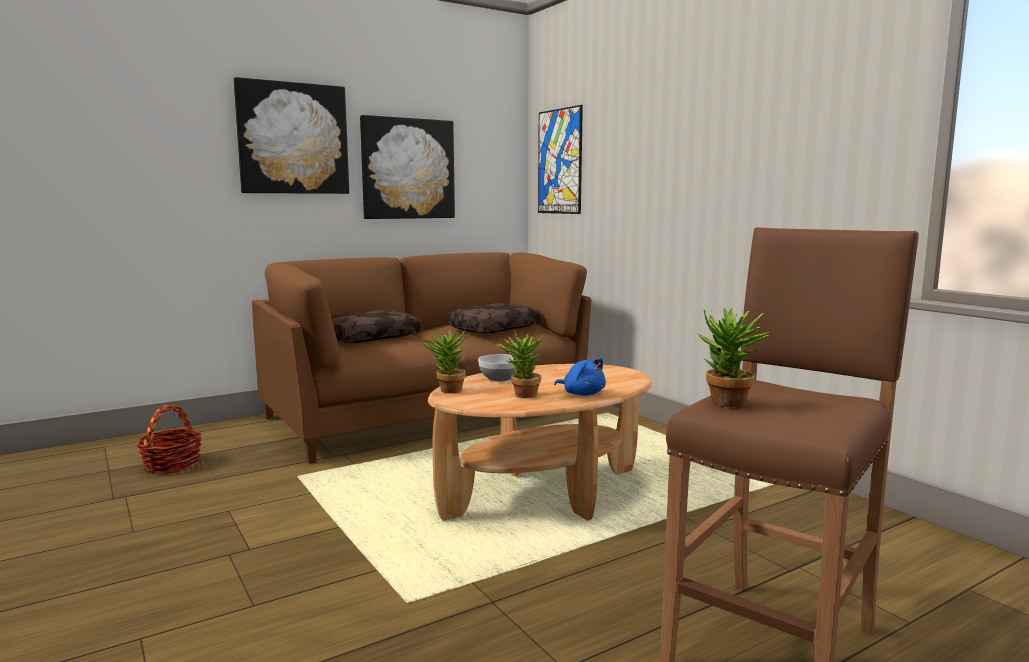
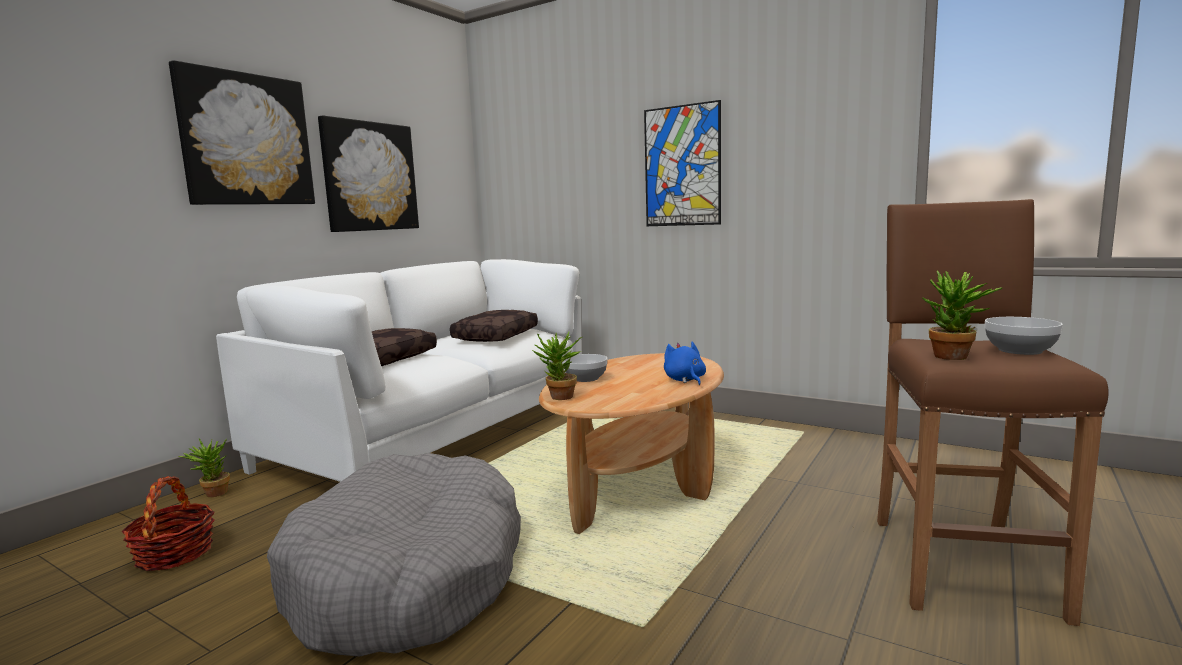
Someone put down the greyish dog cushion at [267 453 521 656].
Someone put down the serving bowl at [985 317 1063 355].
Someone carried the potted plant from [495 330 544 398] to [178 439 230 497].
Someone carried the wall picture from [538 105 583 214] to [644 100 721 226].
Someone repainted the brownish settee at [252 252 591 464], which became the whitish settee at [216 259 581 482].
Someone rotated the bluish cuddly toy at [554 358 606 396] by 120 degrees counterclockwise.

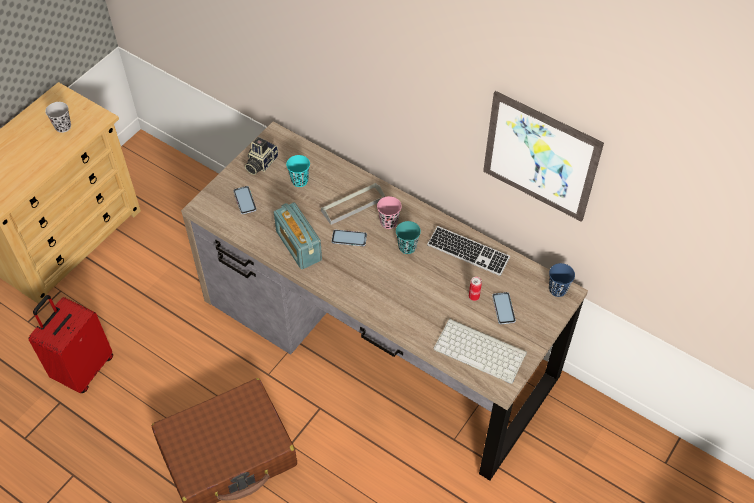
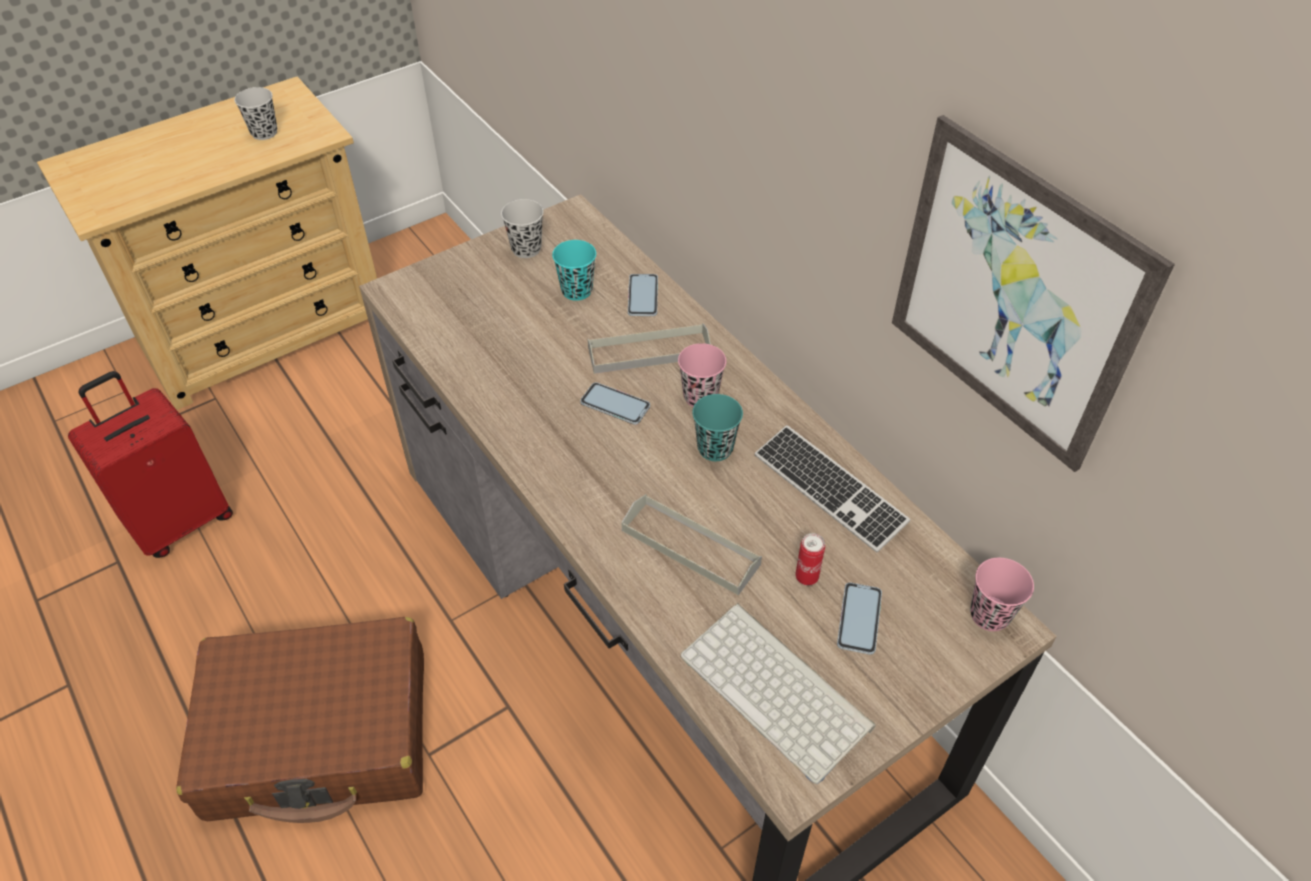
Someone took away the radio at [274 202 322 270].
Someone put down the greyish serving tray at [622 494 762 595].
Someone carried the phone from [233 186 257 214] to [628 274 658 316].
Someone swapped the still camera at [245 137 278 175] for the black drinking cup at [501 199 544 258].
Someone repainted the bluish drinking cup at [549 263 575 297], which became the pink drinking cup at [970 558 1034 631].

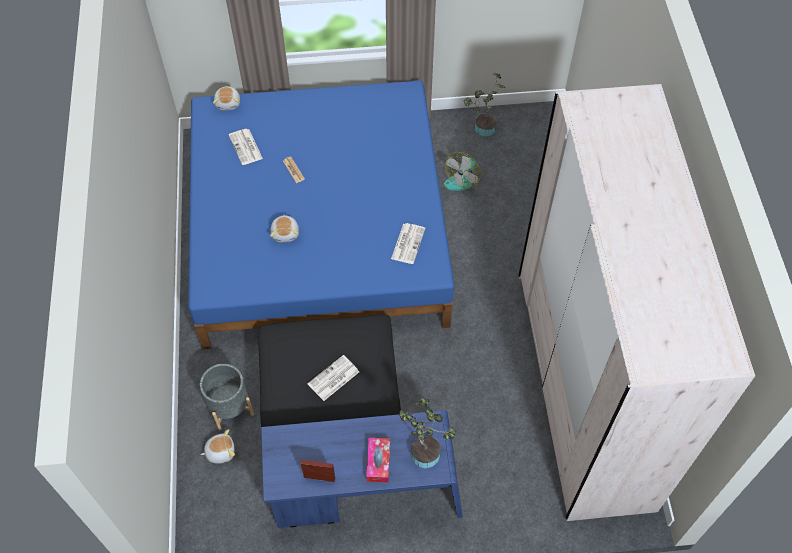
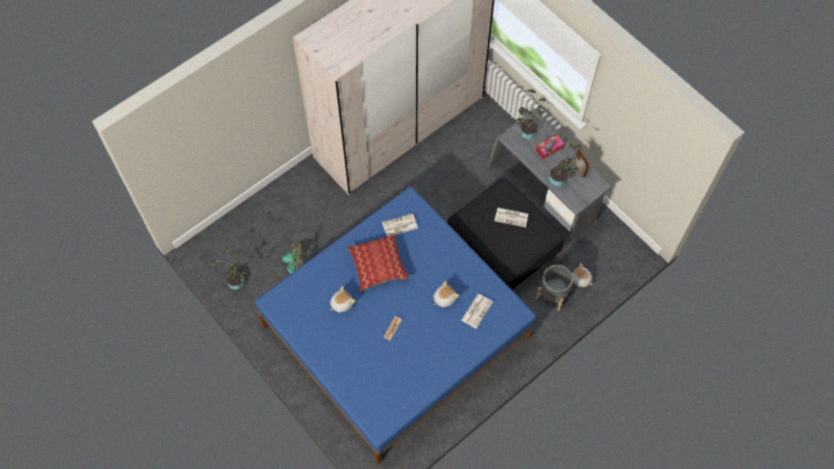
Someone put down the throw pillow at [348 234 410 292].
Someone put down the potted plant at [546 138 583 186].
Someone carried the cuddly toy from [213 86 240 110] to [330 286 355 313].
Someone carried the printed paper from [228 129 263 165] to [461 294 493 329].
Someone repainted the bluish desk unit at [261 410 463 528], which became the greyish desk unit at [487 113 612 242].

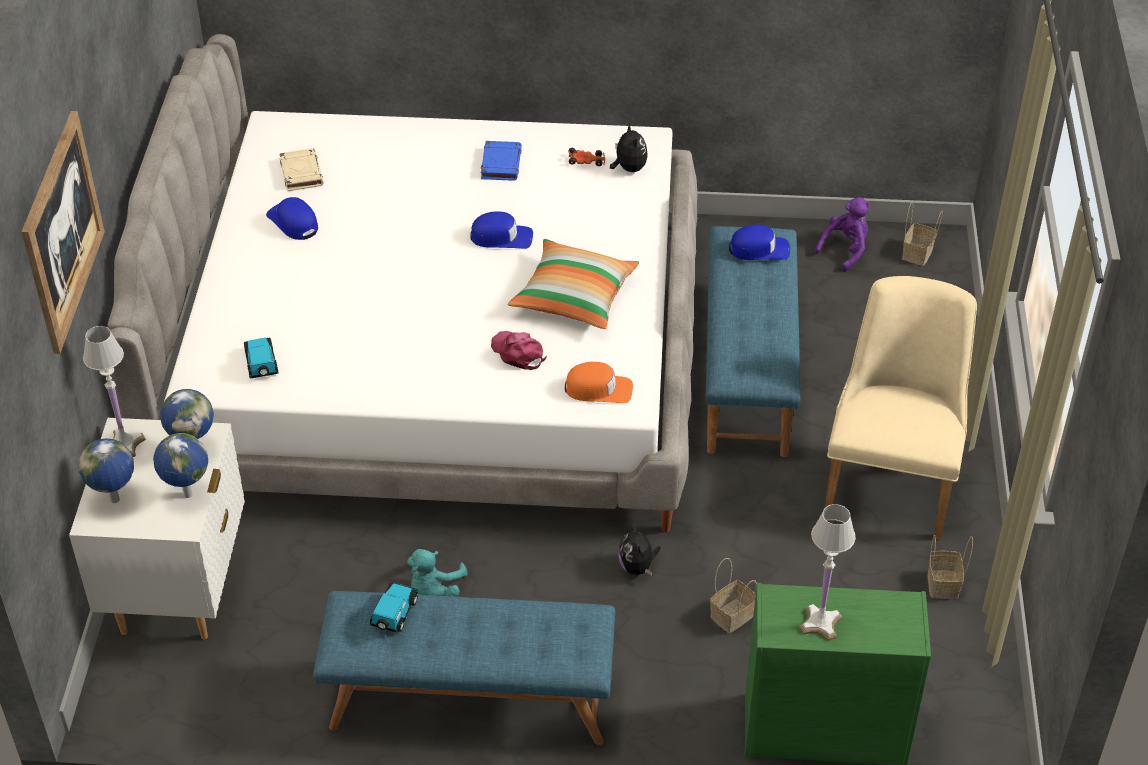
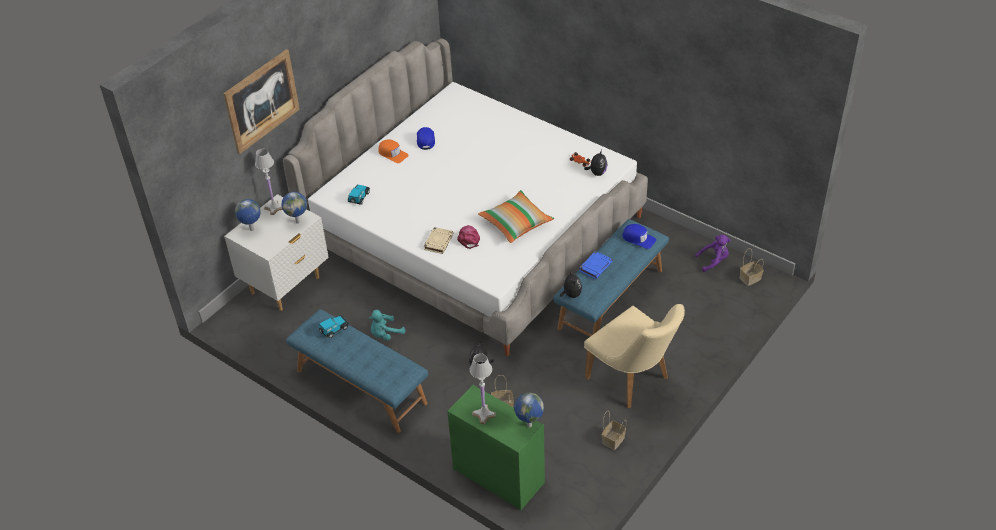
Someone took away the bluish cap at [470 212 533 249].
Someone put down the cuddly toy at [560 270 582 298].
Someone carried the world globe from [153 433 208 498] to [514 393 544 427].
Someone carried the sand-coloured volume from [279 148 323 191] to [424 227 454 254].
Someone carried the bluish volume from [481 141 522 181] to [579 251 613 279].
Someone carried the orange-coloured cap from [565 362 633 403] to [379 140 409 163].
Someone rotated the sand-coloured upright chair at [824 276 977 540] by 90 degrees clockwise.

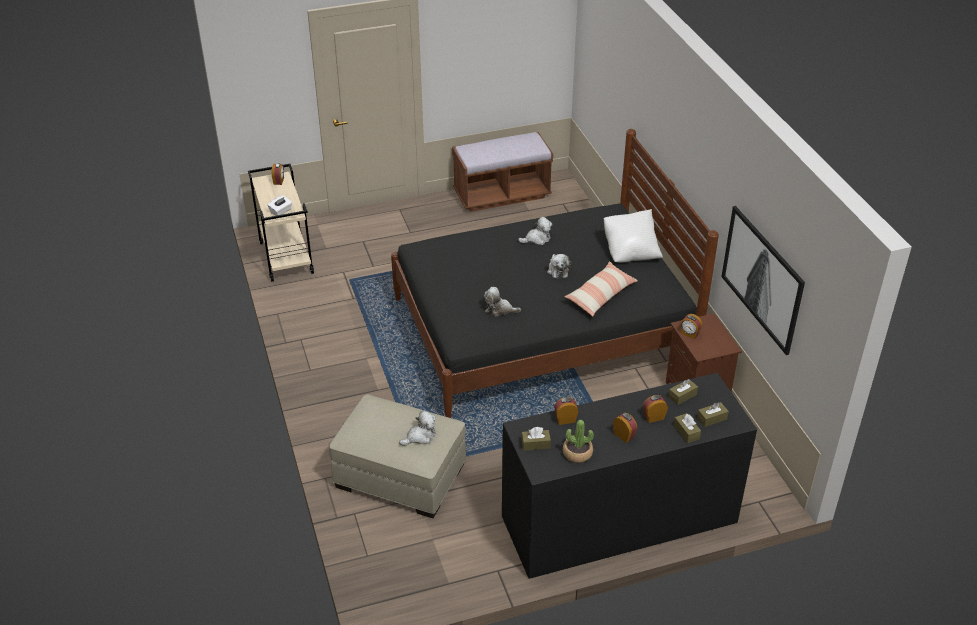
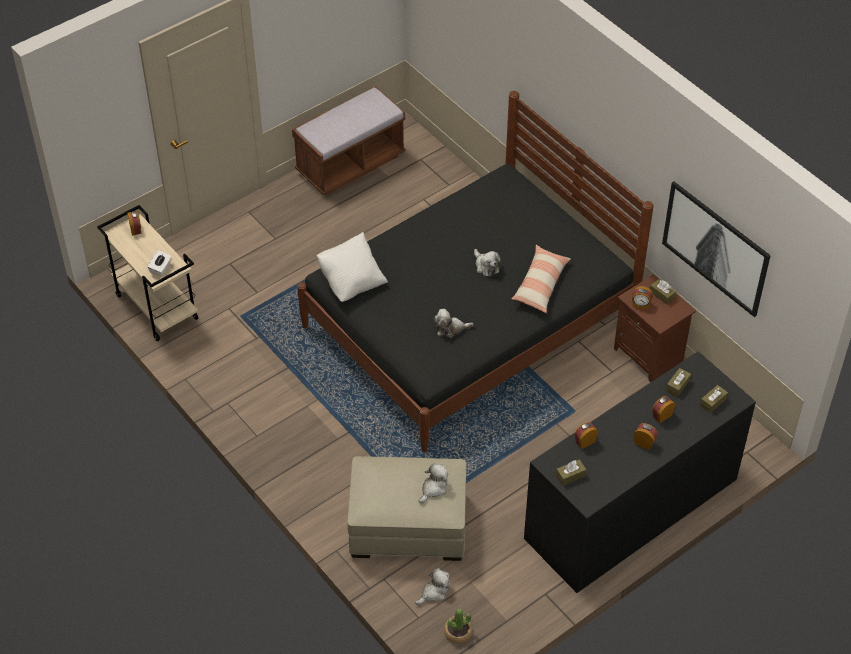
Someone carried the cuddly toy from [518 217 552 245] to [415 568 450 605].
Someone carried the potted plant from [563 420 594 463] to [444 609 472 644].
Someone carried the whitish throw pillow from [604 209 663 263] to [316 232 388 302].
Someone carried the brownish tissue holder from [674 413 701 443] to [650 279 676 305].

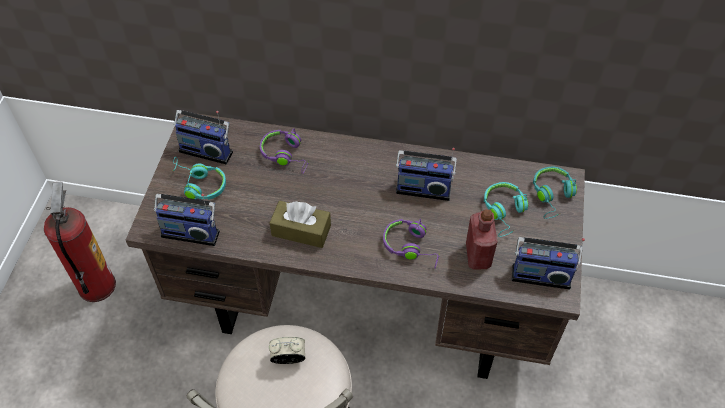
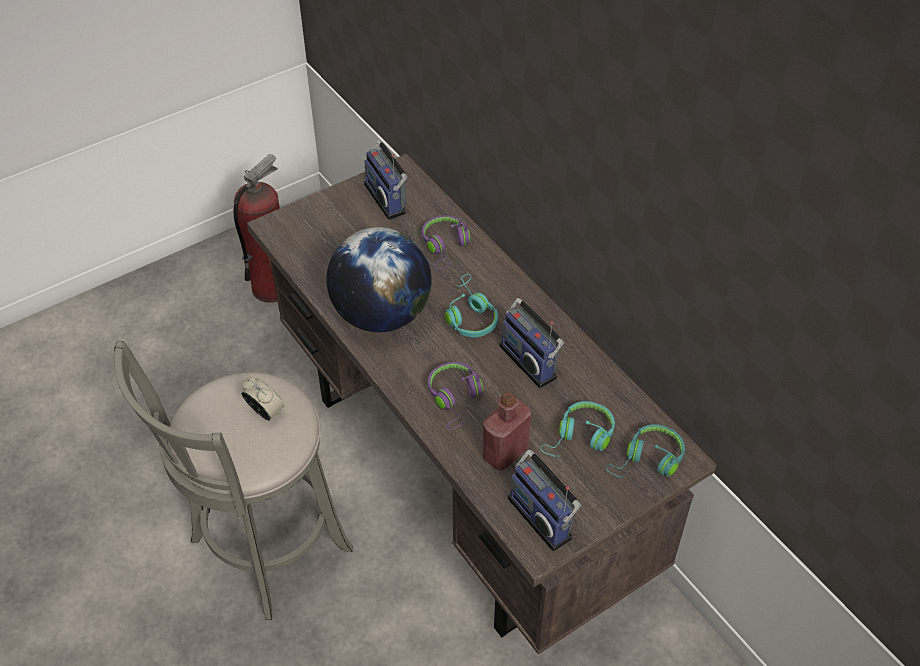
Someone took away the radio at [154 194 220 246].
Someone carried the turquoise-coloured pair of headphones from [172 157 226 200] to [445 274 498 337].
Someone swapped the brownish tissue holder at [270 201 331 248] for the world globe at [327 227 432 332].

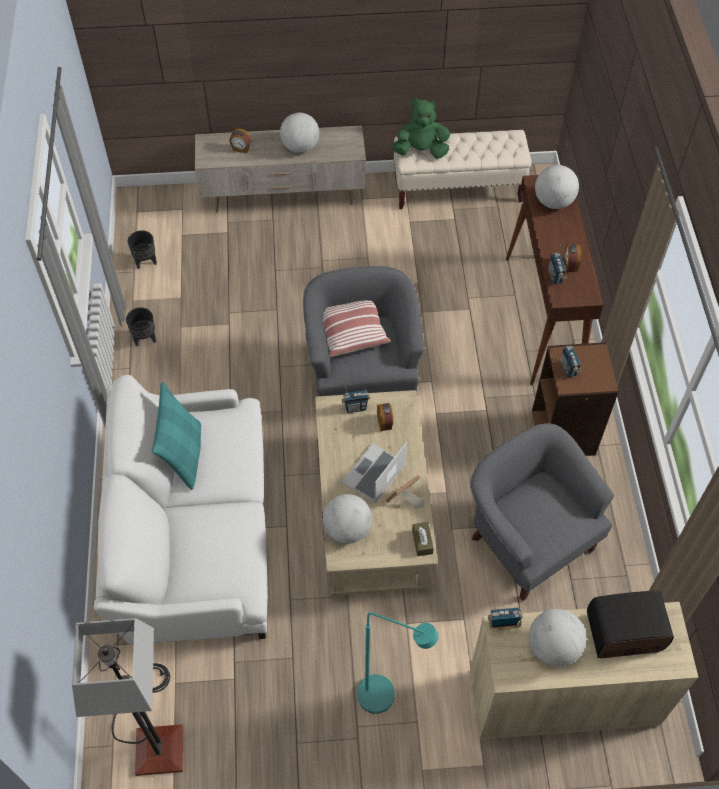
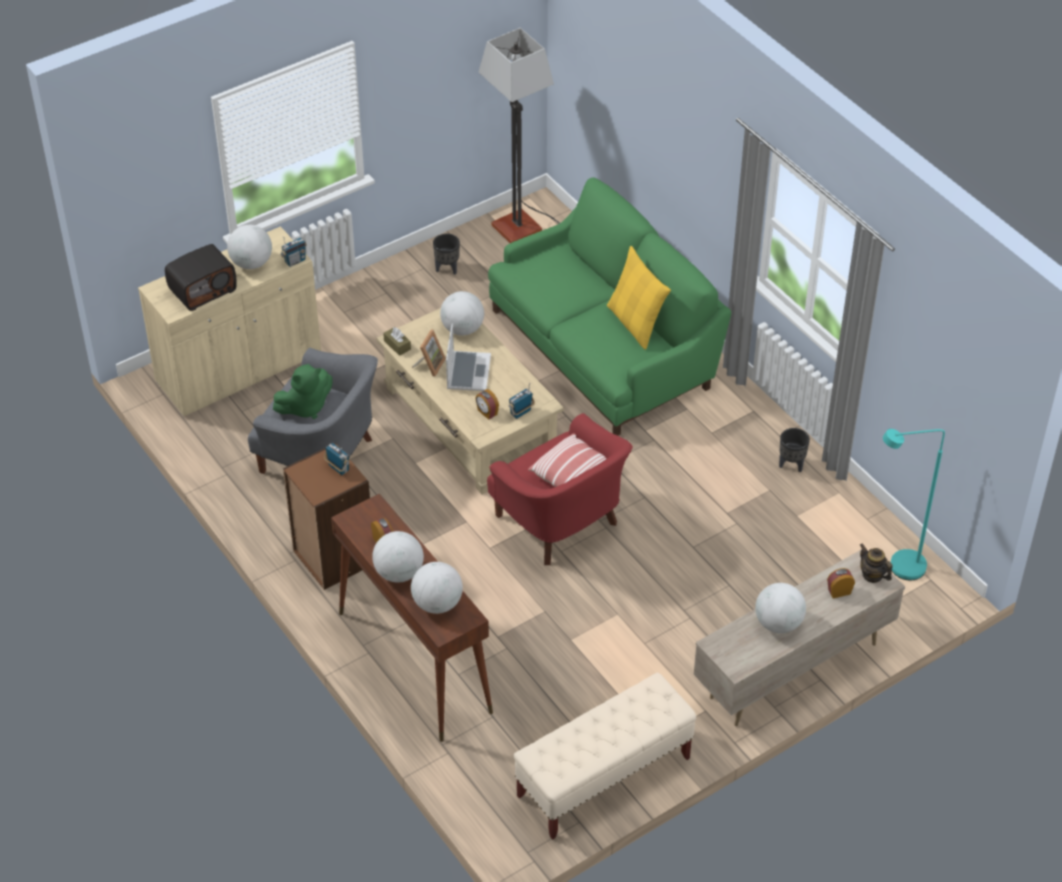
Someone took away the radio at [548 245 567 284].
Someone put down the world globe at [372 531 424 583].
Someone put down the pot for tea at [860 543 893 583].
Someone carried the black flower pot from [128 230 157 269] to [433 234 460 275].
Someone carried the turquoise-coloured standing lamp from [357 612 438 714] to [883 429 945 580].
Someone carried the green cuddly toy from [392 98 450 159] to [273 364 333 419].
Someone repainted the whitish settee at [94 375 268 645], which became the green settee at [488 177 731 436].
Someone repainted the turquoise-coloured throw pillow at [152 382 201 490], which became the yellow-coloured throw pillow at [607 246 671 350].
Someone repainted the greyish armchair at [303 266 424 396], which became the red armchair at [487 413 633 565].

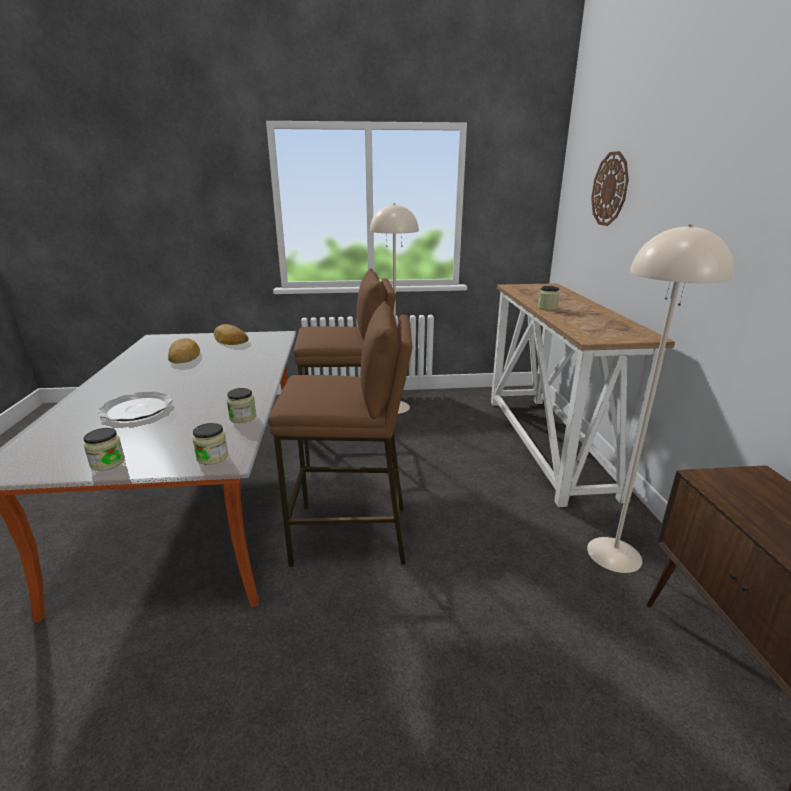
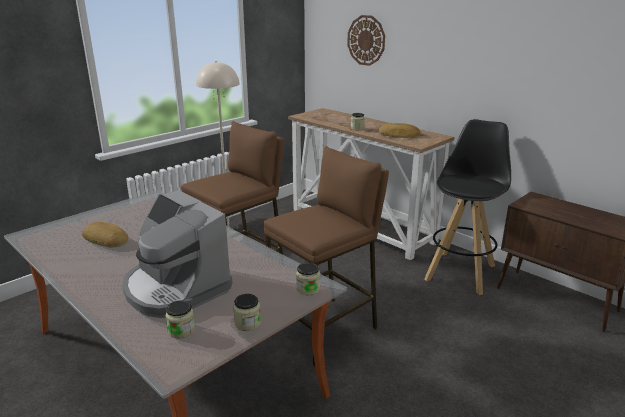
Someone carried the baked bread from [214 324 248 345] to [379 123 420 138].
Someone carried the preserve jar from [227 388 256 423] to [165 300 195 339].
Someone swapped the dinner plate at [97 392 172 421] for the coffee brewer at [122 190 232 318].
Someone swapped the sand-coloured standing lamp at [587 224 734 573] for the black sitting stool at [424 119 511 295].

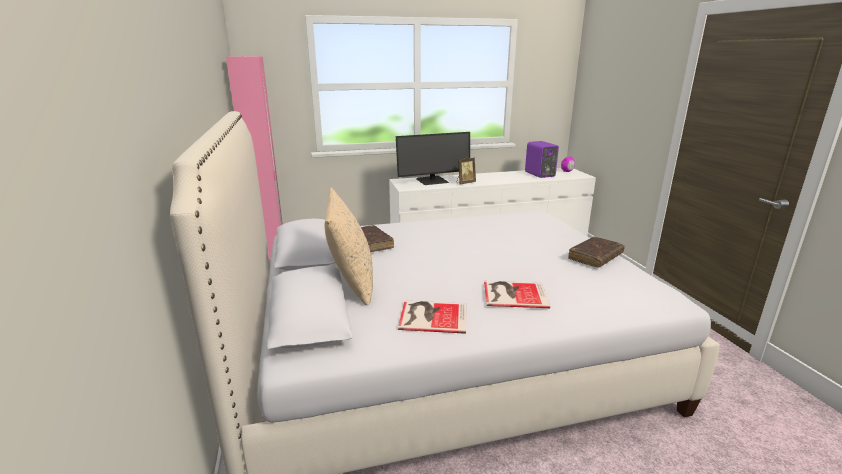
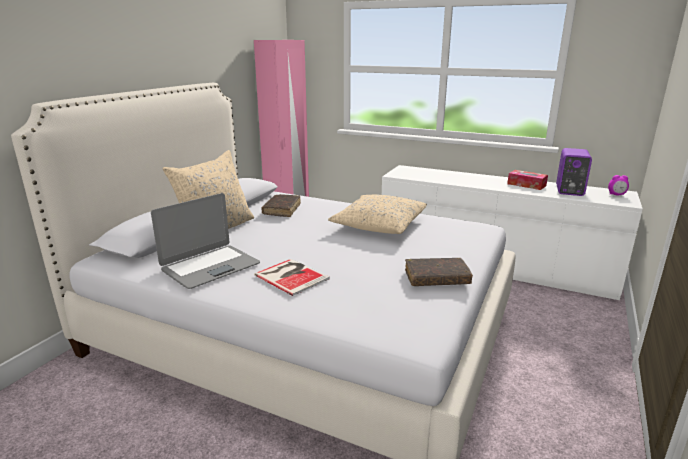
Someone took away the computer display at [396 132 470 185].
Someone took away the standing frame at [457 156 476 185].
Someone put down the sand-coloured throw pillow at [328 195 427 234].
Someone put down the tissue holder at [507 170 548 190].
Someone swapped the volume at [398 301 466 334] for the notebook computer at [151 193 260 289].

